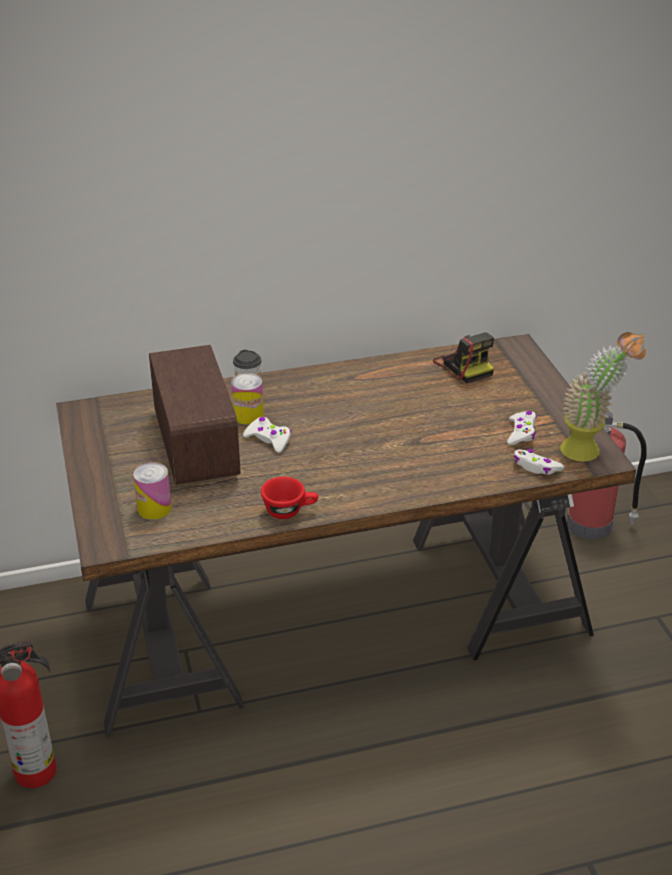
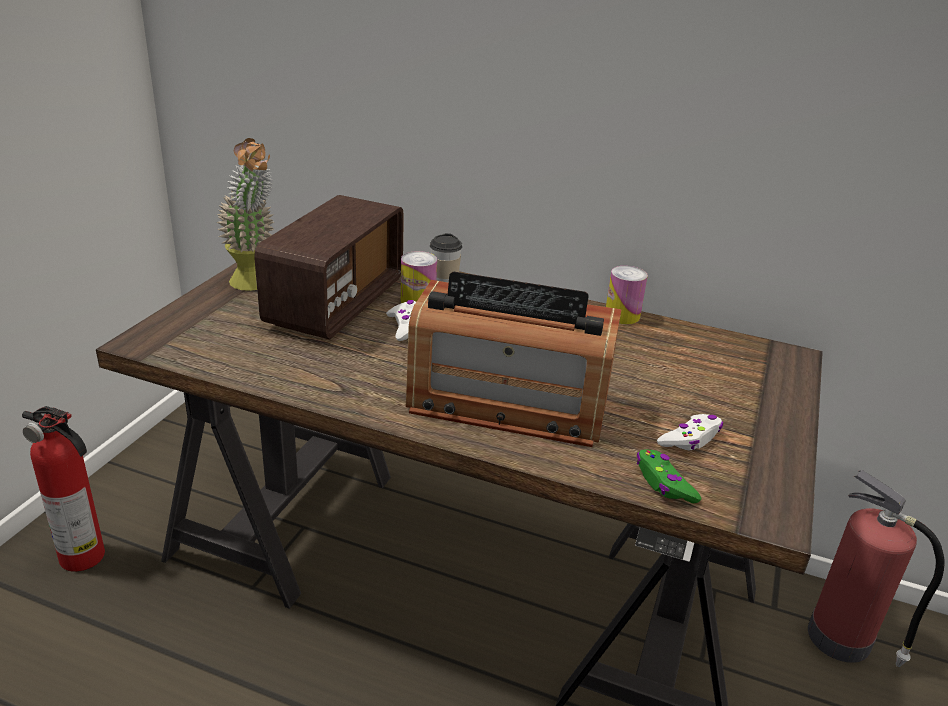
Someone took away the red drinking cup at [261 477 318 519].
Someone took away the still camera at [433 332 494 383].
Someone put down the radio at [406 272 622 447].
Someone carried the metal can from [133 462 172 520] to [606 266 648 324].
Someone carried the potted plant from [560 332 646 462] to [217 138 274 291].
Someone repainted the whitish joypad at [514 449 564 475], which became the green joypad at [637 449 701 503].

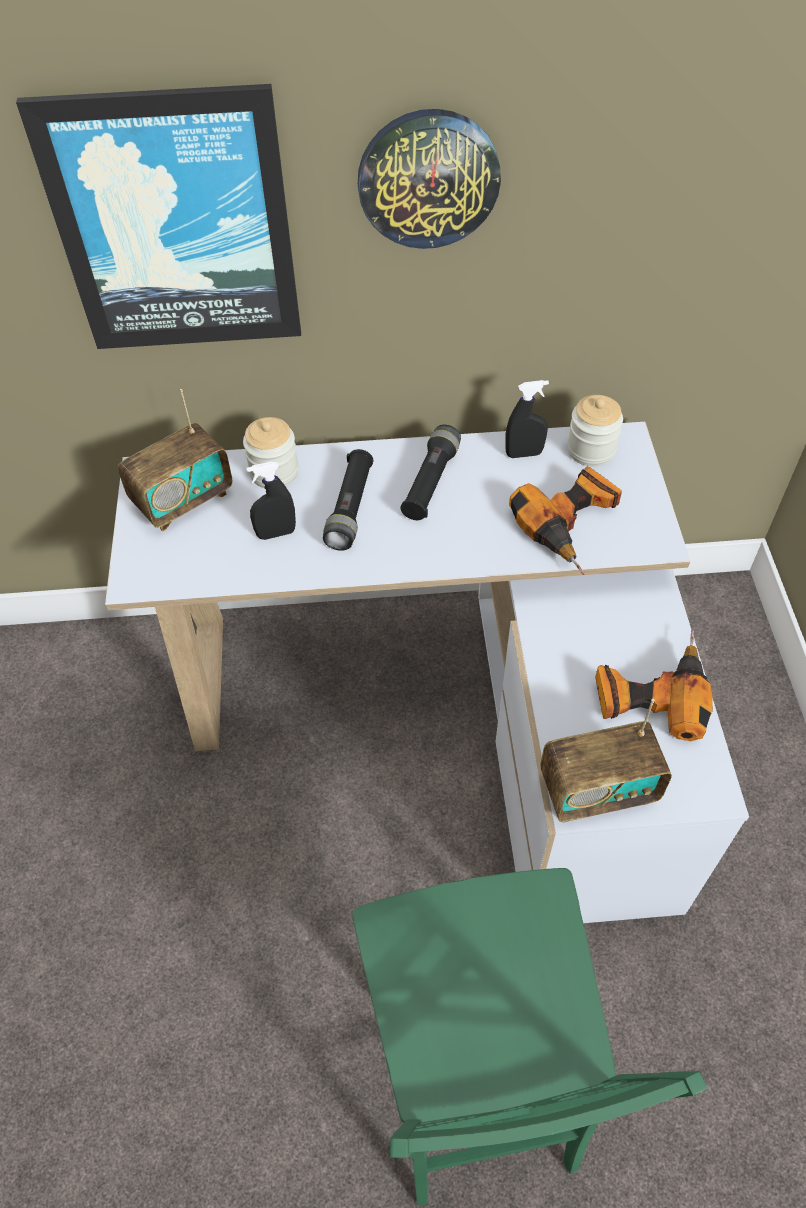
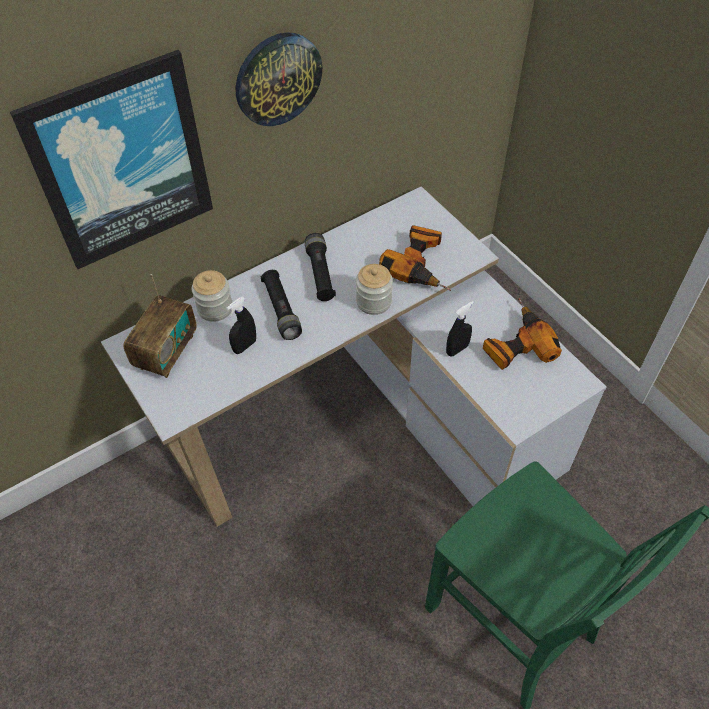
Someone took away the radio at [540 699 672 823].
Someone carried the black sprayer from [505 380 549 458] to [446 301 474 356].
Someone carried the preserve jar from [567 395 623 466] to [356 264 393 315].

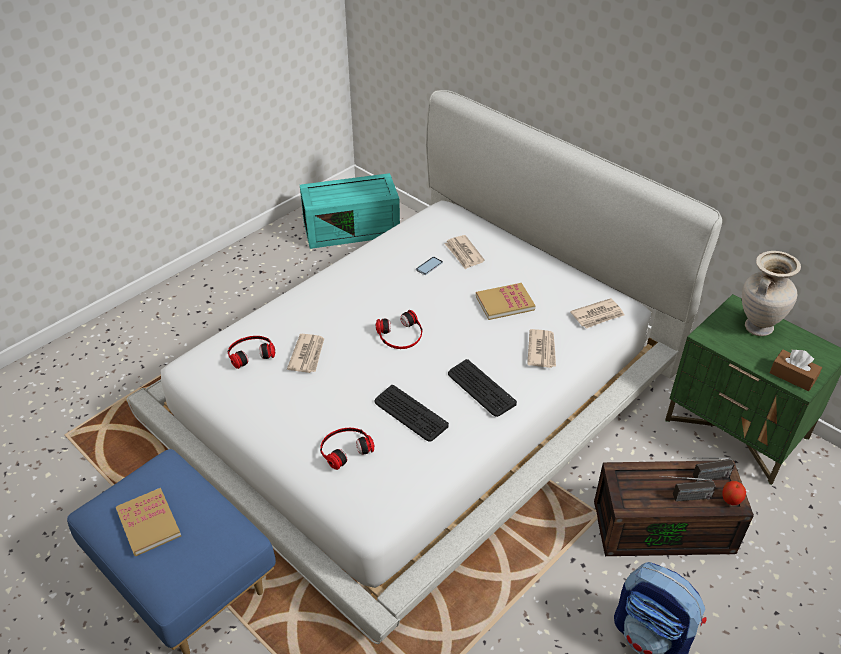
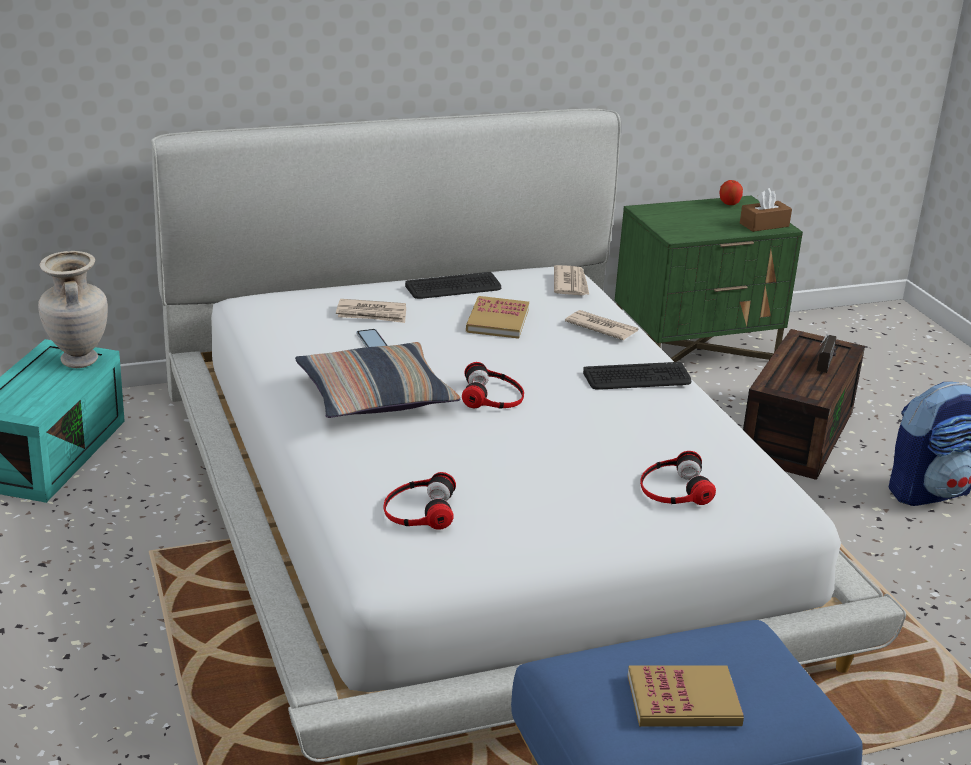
Someone took away the printed paper at [287 334 324 373].
Someone took away the radio at [681 457 735 482].
Someone put down the throw pillow at [295 342 460 418].
Someone carried the computer keyboard from [375 385 449 442] to [405 272 501 299].
Someone carried the whole apple from [723 481 746 505] to [719 180 743 205].
Someone carried the sand-coloured vase from [742 251 801 336] to [38 251 108 368].

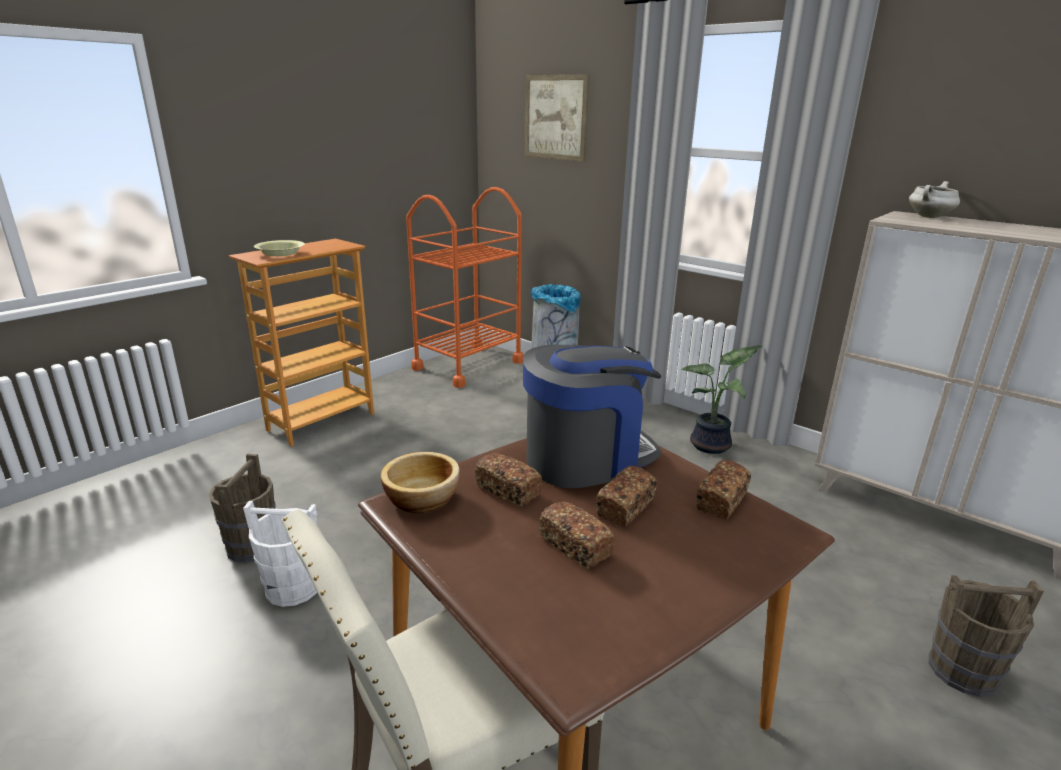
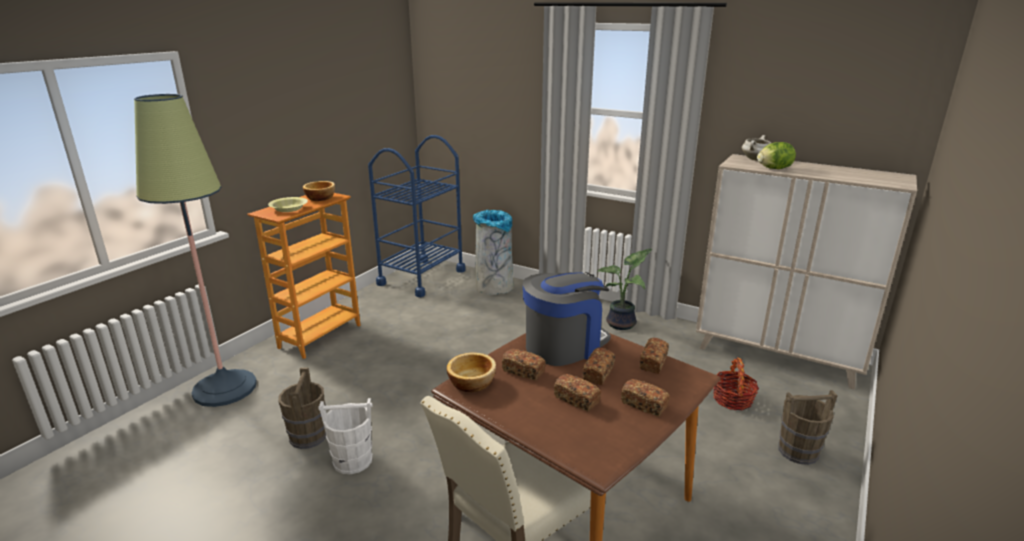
Someone took away the wall picture at [525 74 589 162].
Someone put down the standing lamp at [134 94 257 407].
Someone put down the serving bowl at [303 181 335 201].
Someone put down the baked bread at [621 379 670 417].
Someone put down the storage basket at [713 357 759 410].
Someone put down the head of lettuce at [757 142 796 169].
Someone repainted the orange-coloured wheeled cart at [406 187 524 388], which became the bluish wheeled cart at [368 135 465 297].

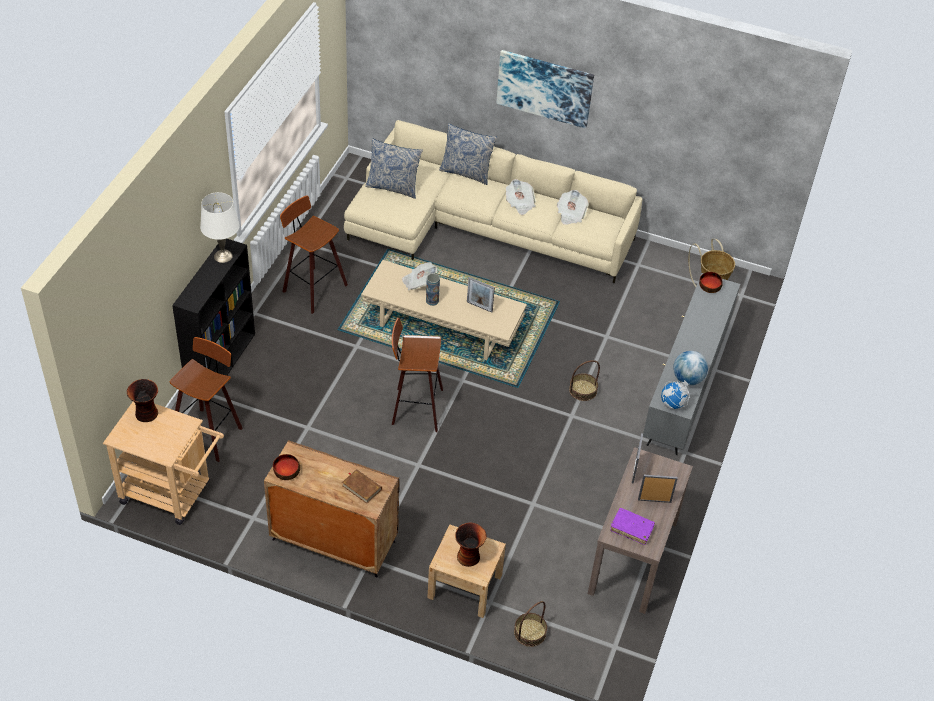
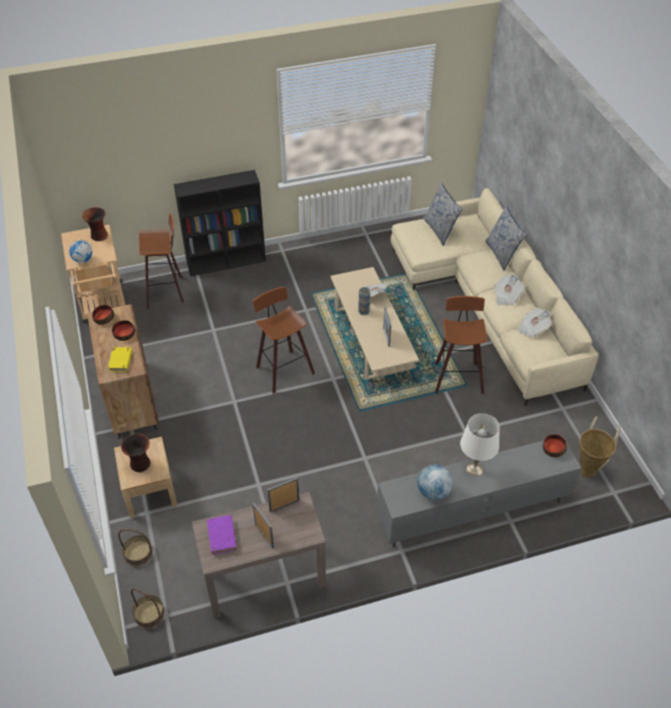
Someone took away the wall picture at [496 50 594 129].
Someone put down the serving bowl at [112 320 135 341].
Someone carried the whitish table lamp from [200 192 240 263] to [460 413 500 476].
Someone carried the sitting stool from [280 195 348 314] to [435 296 488 394].
Someone carried the storage basket from [569 360 600 401] to [131 588 165 628].
Someone carried the world globe from [661 380 690 409] to [68 240 94 263].
Someone repainted the brownish volume at [342 469 382 504], which became the yellow-coloured volume at [108 347 132 372].

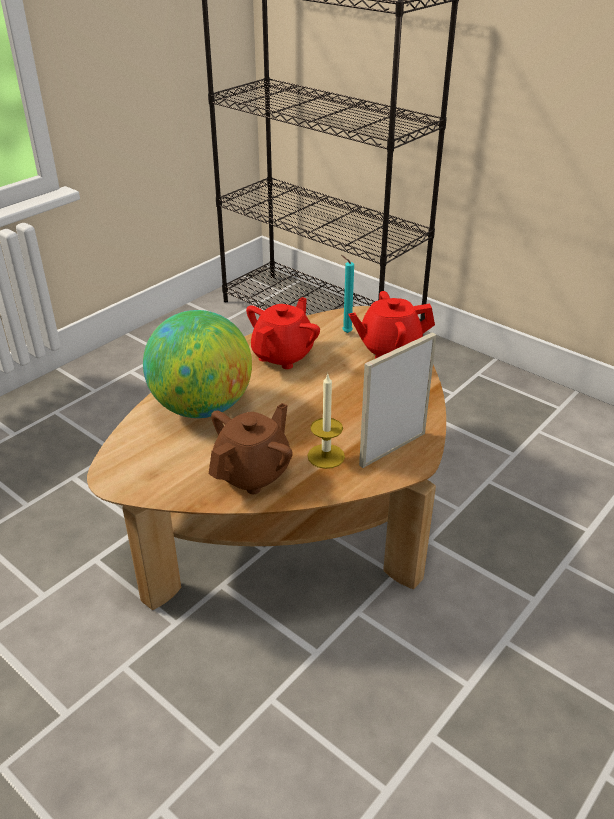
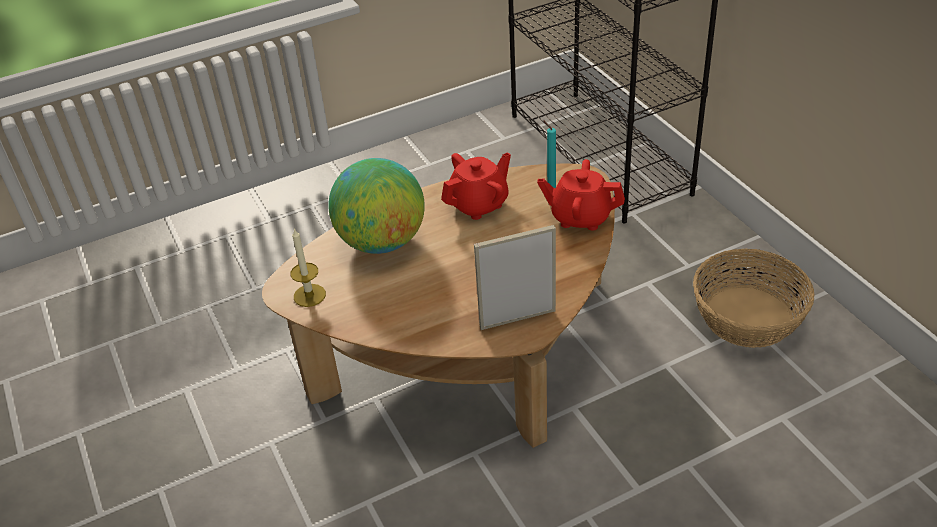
Someone took away the brownish pot for tea at [209 403 293 494].
Someone put down the storage basket at [693 249 815 348].
Someone carried the candle from [308 374 345 469] to [290 228 326 307].

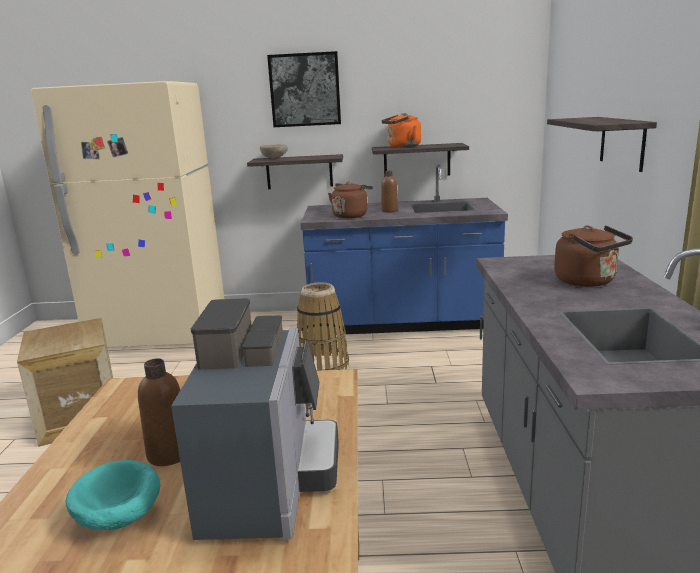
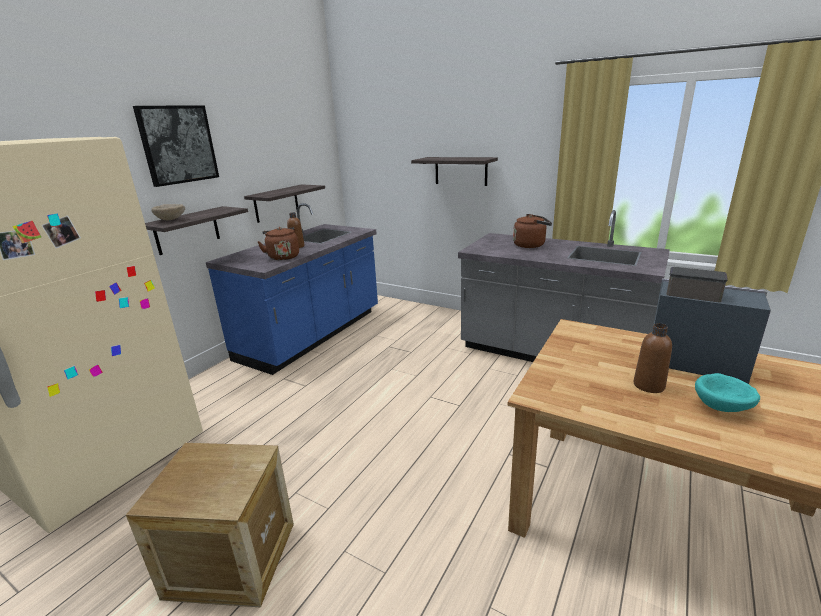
Someone took away the storage basket at [297 282 349 371].
Someone took away the orange-coloured tea kettle at [382 113 421 148].

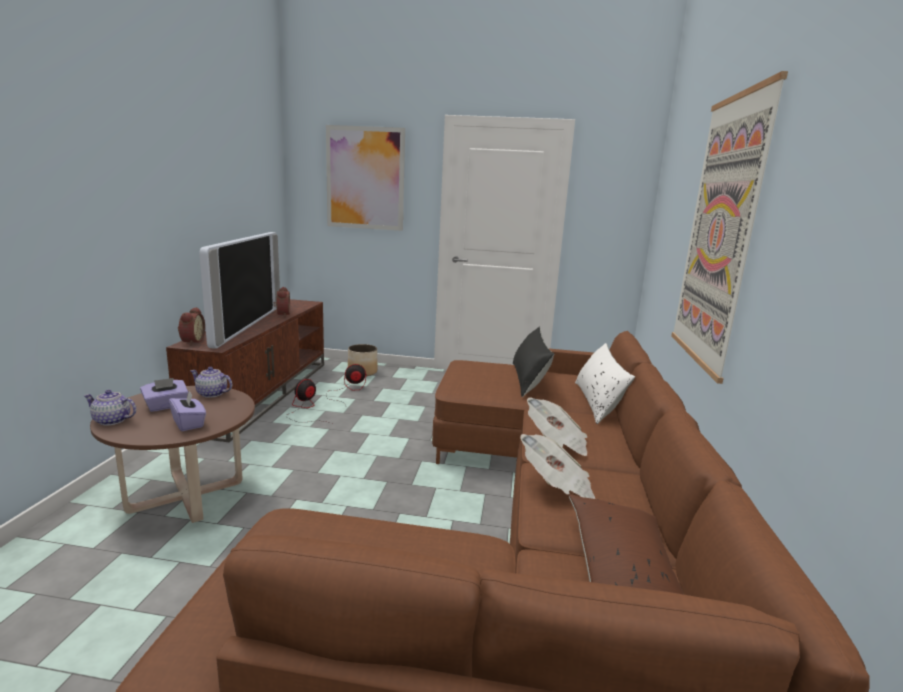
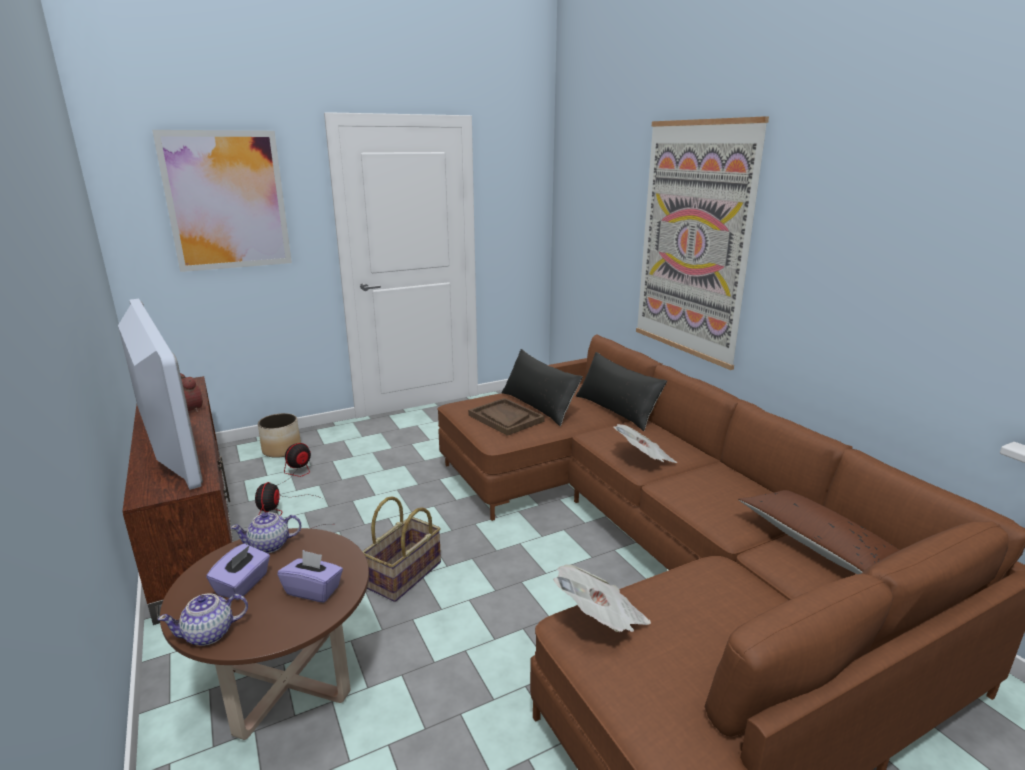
Someone took away the alarm clock at [178 307 205 345].
Someone put down the storage basket at [362 497 441 602].
Someone put down the brownish serving tray at [468 398 545 436].
Someone carried the printed paper from [520 434 595 499] to [553 564 651 632].
Someone repainted the whitish throw pillow at [575 343 635 424], which became the black throw pillow at [576 352 667 431].

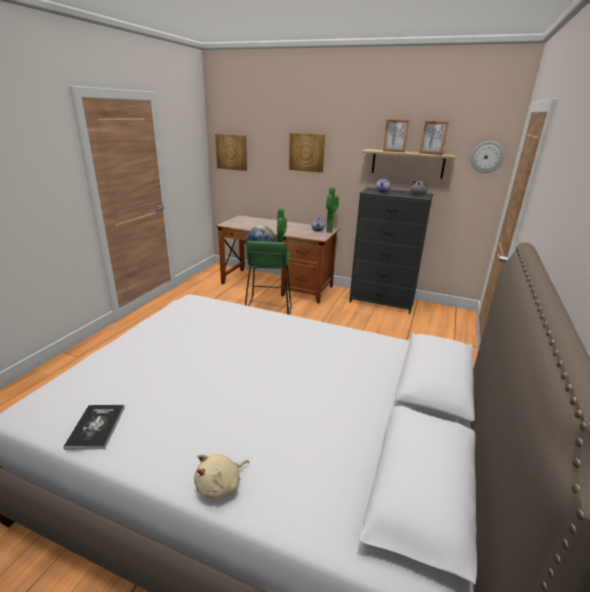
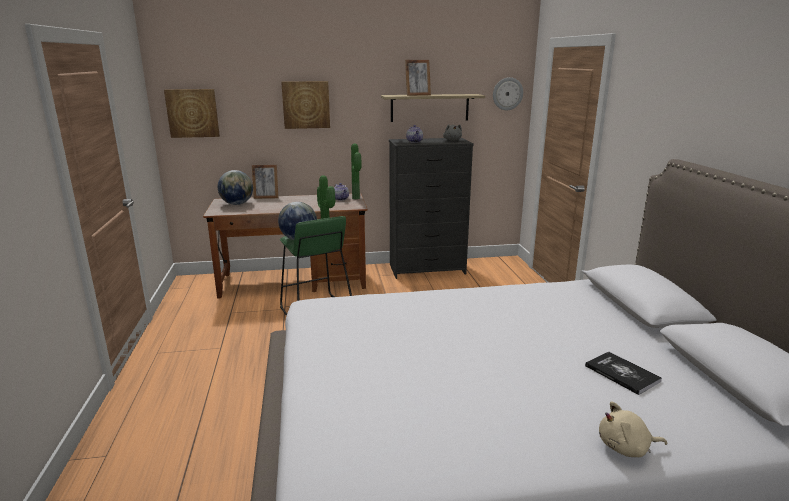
Someone put down the world globe at [218 170 253 205].
Someone carried the volume from [63 405 125 450] to [585 351 662 395].
Someone carried the standing frame from [419 121 449 155] to [252 165 278 199].
Someone rotated the sand-coloured cuddly toy at [194 454 249 498] by 75 degrees clockwise.

